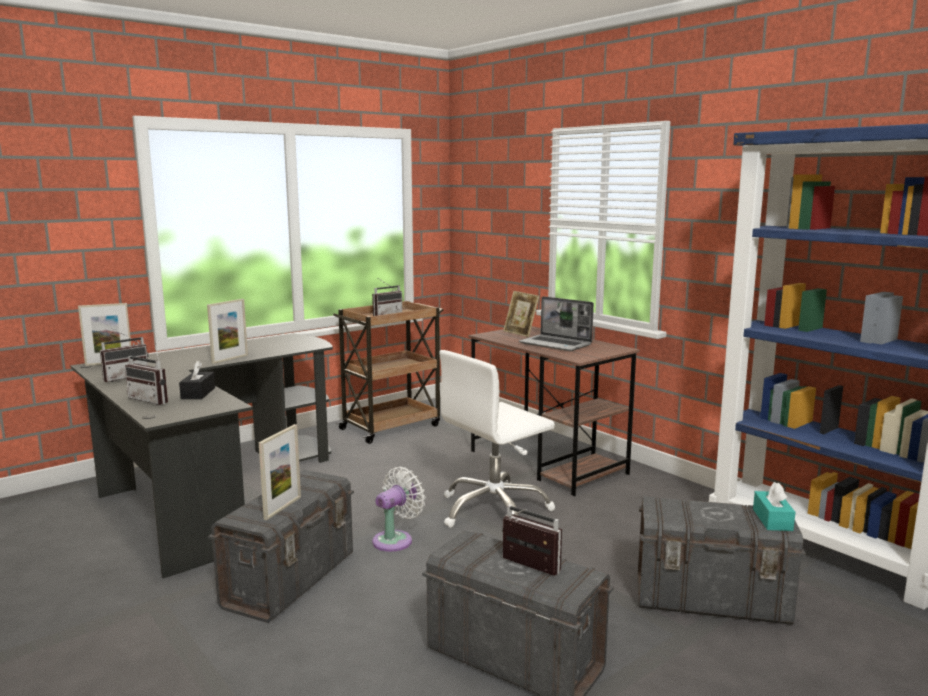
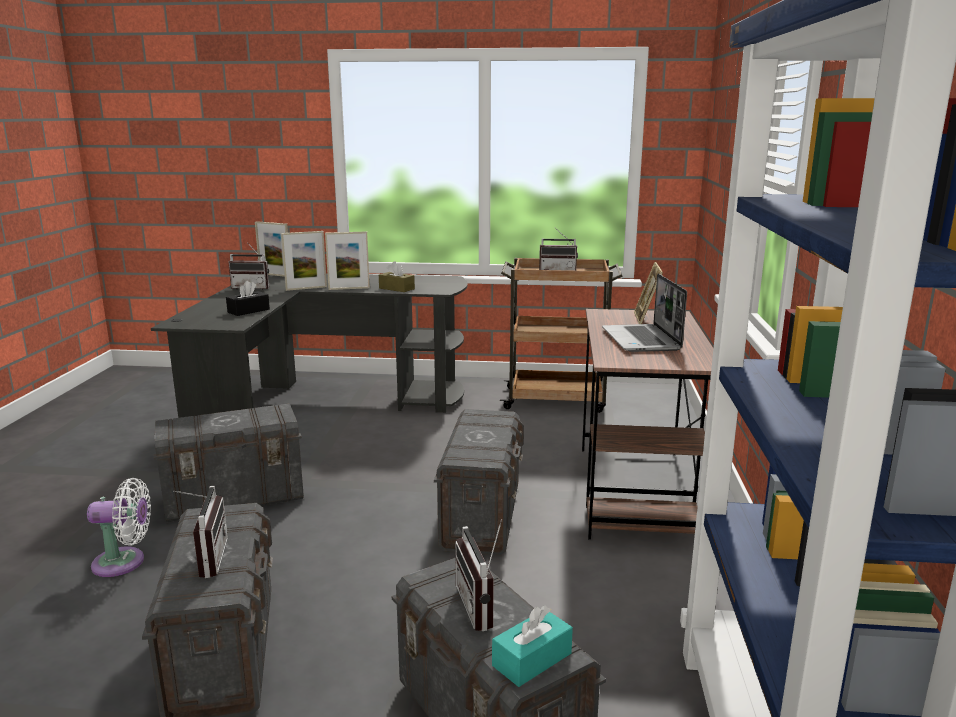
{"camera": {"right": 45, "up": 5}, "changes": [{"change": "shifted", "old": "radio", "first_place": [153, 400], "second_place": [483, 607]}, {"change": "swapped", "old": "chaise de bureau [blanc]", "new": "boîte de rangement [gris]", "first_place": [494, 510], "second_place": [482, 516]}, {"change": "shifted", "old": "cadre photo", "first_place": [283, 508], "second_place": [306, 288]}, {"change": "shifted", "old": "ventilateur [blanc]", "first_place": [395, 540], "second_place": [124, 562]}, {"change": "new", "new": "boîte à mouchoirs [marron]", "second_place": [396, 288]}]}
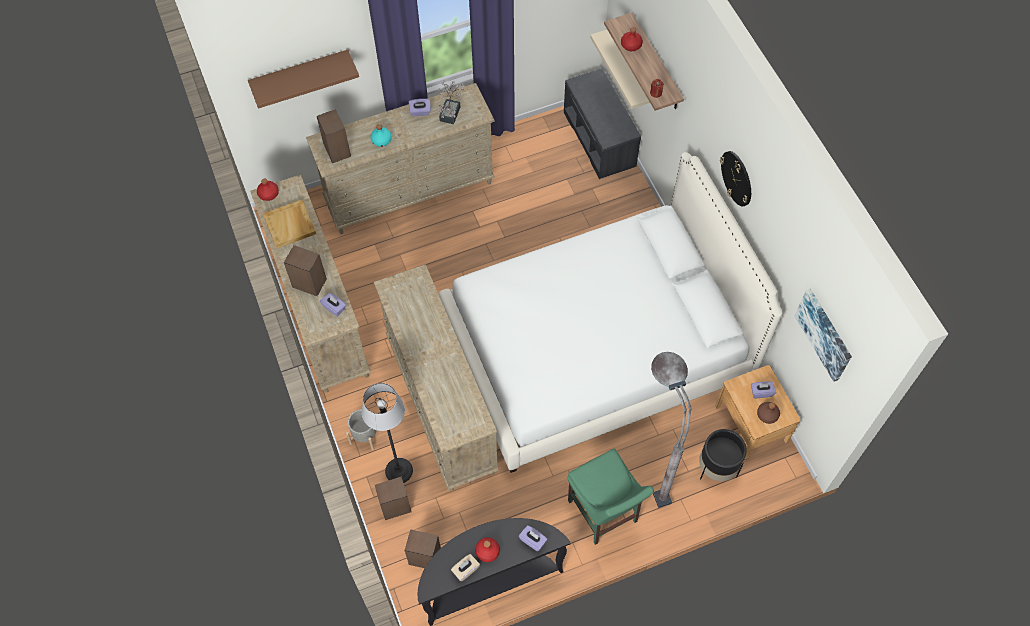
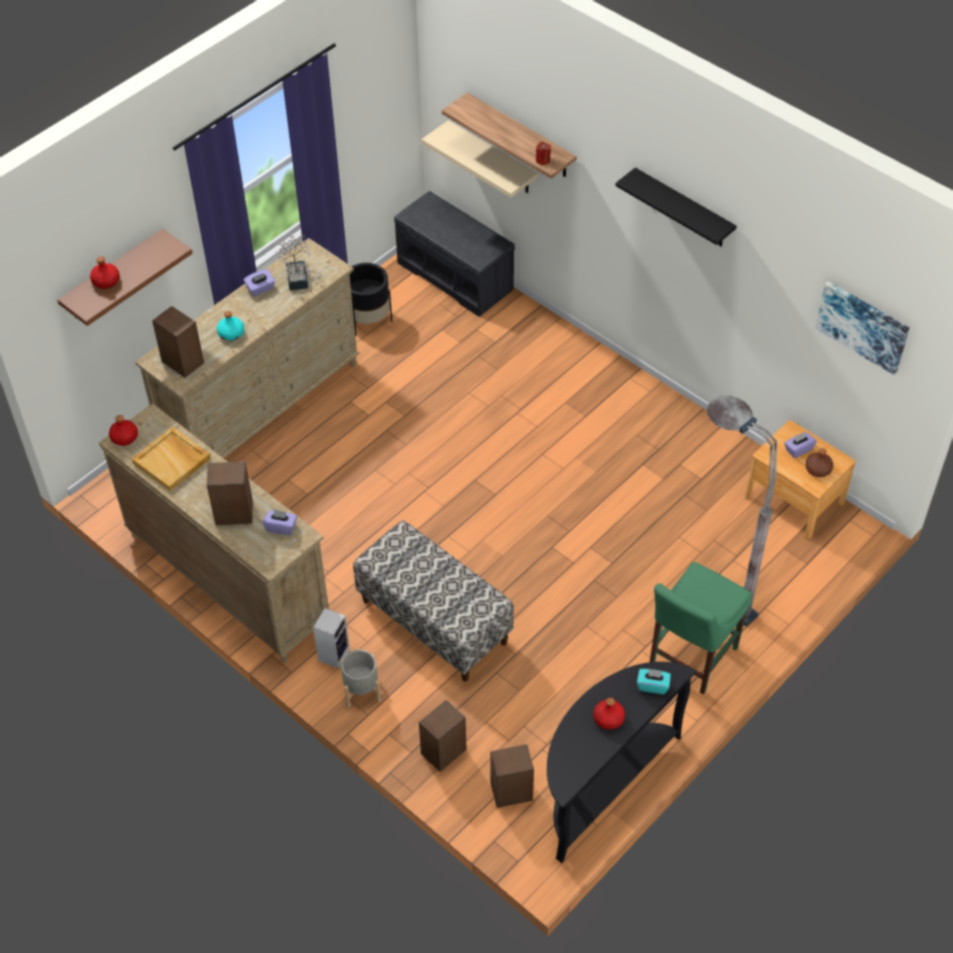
{"camera": {"right": -25, "up": -10}, "changes": [{"change": "shifted", "old": "bouteille [rouge]", "first_place": [631, 45], "second_place": [105, 281]}, {"change": "swapped", "old": "horloge murale", "new": "étagère [noir]", "first_place": [737, 178], "second_place": [683, 209]}, {"change": "gone", "old": "lit [blanc]", "first_place": [596, 349]}, {"change": "swapped", "old": "commode [beige]", "new": "banc", "first_place": [441, 406], "second_place": [435, 621]}, {"change": "gone", "old": "lampadaire", "first_place": [398, 470]}, {"change": "shifted", "old": "cache-pot [noir]", "first_place": [717, 468], "second_place": [368, 321]}, {"change": "rotated", "old": "chaise [vert]", "first_place": [604, 514], "second_place": [690, 658], "degrees": 90}, {"change": "repainted", "old": "boîte à mouchoirs [violet]", "new": "boîte à mouchoirs [turquoise]", "first_place": [533, 540], "second_place": [652, 686]}, {"change": "gone", "old": "boîte à mouchoirs [beige]", "first_place": [465, 570]}, {"change": "new", "new": "enceinte", "second_place": [334, 653]}]}
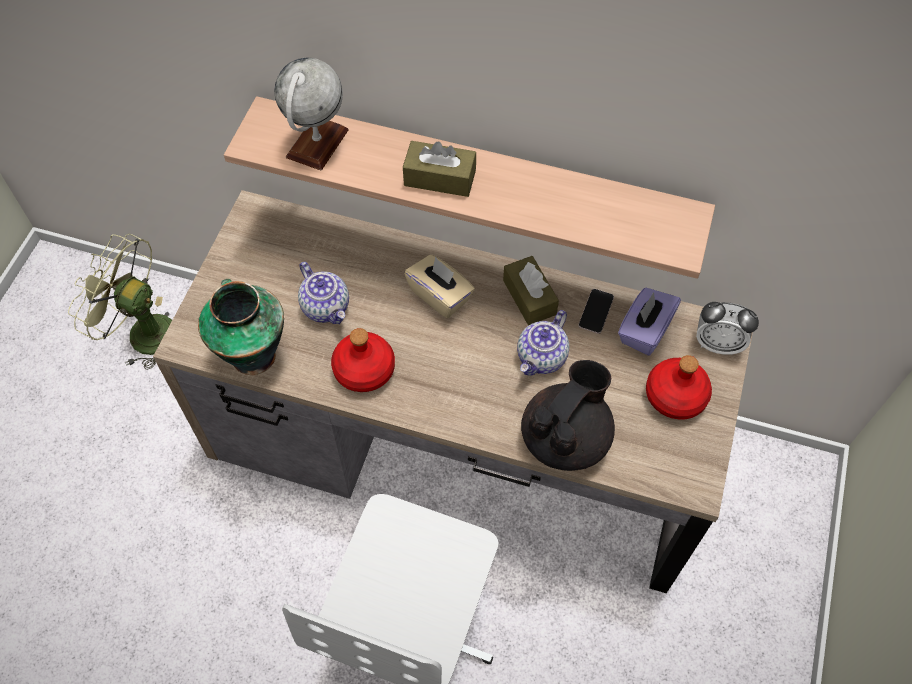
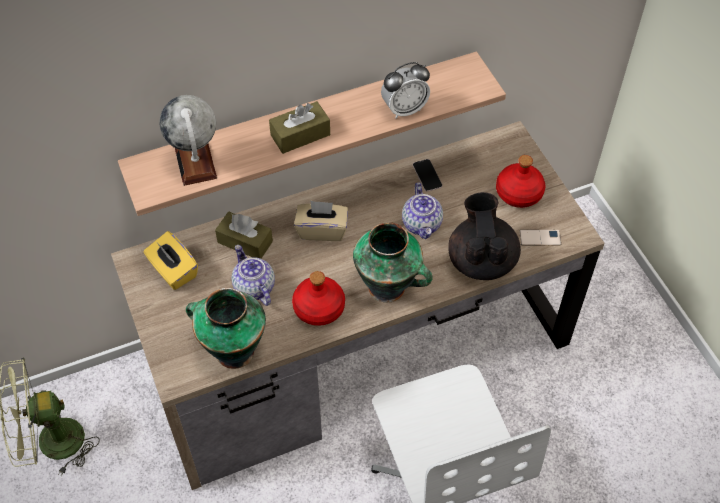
{"camera": {"right": -40, "up": -5}, "changes": [{"change": "shifted", "old": "boîte à mouchoirs [marron]", "first_place": [529, 297], "second_place": [245, 242]}, {"change": "rotated", "old": "théière", "first_place": [326, 307], "second_place": [253, 287], "degrees": -135}, {"change": "gone", "old": "boîte à mouchoirs [violet]", "first_place": [644, 331]}, {"change": "shifted", "old": "réveil", "first_place": [717, 343], "second_place": [404, 109]}, {"change": "new", "new": "vase", "second_place": [388, 288]}, {"change": "new", "new": "téléphone", "second_place": [540, 238]}, {"change": "new", "new": "boîte à mouchoirs [jaune]", "second_place": [173, 271]}]}
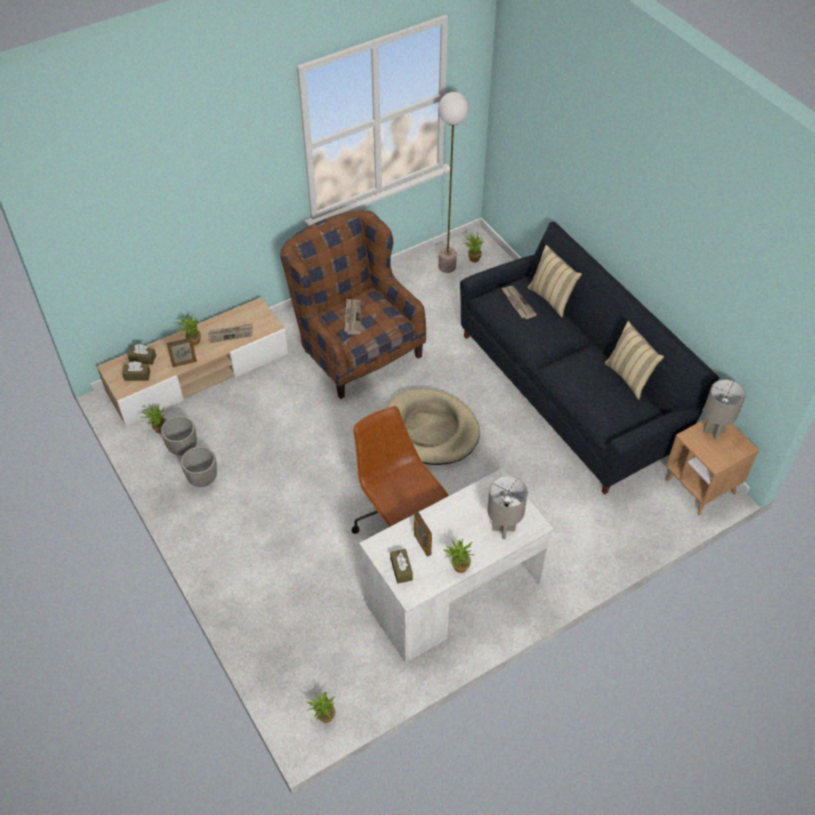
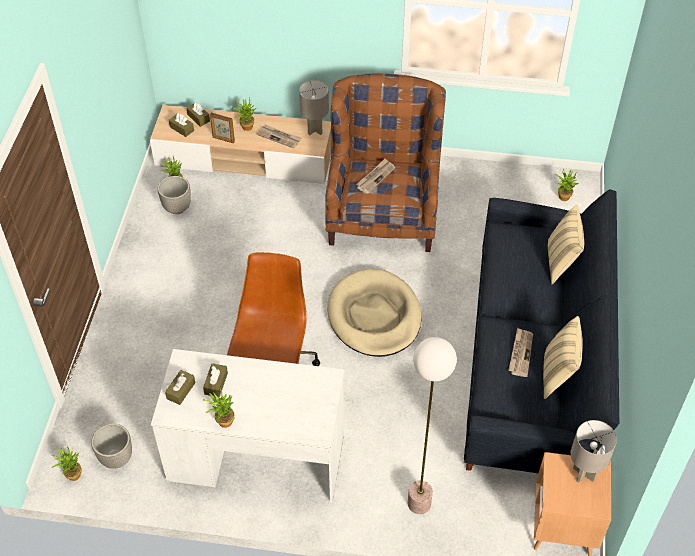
{"camera": {"right": 40, "up": 0}, "changes": [{"change": "shifted", "old": "lampadaire", "first_place": [447, 266], "second_place": [419, 503]}, {"change": "shifted", "old": "journal", "first_place": [517, 303], "second_place": [520, 353]}, {"change": "shifted", "old": "cache-pot", "first_place": [203, 479], "second_place": [117, 458]}, {"change": "shifted", "old": "lampe de table [gris]", "first_place": [503, 529], "second_place": [315, 130]}, {"change": "swapped", "old": "cadre photo", "new": "boîte à mouchoirs [marron]", "first_place": [422, 544], "second_place": [216, 383]}]}
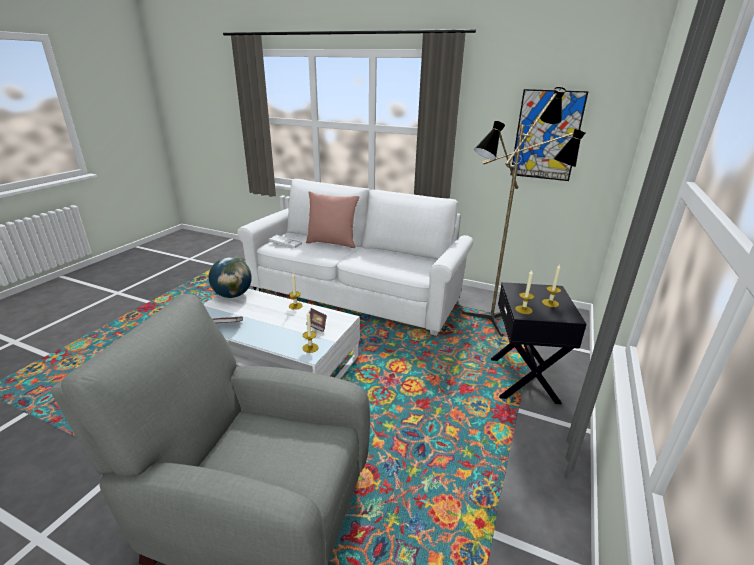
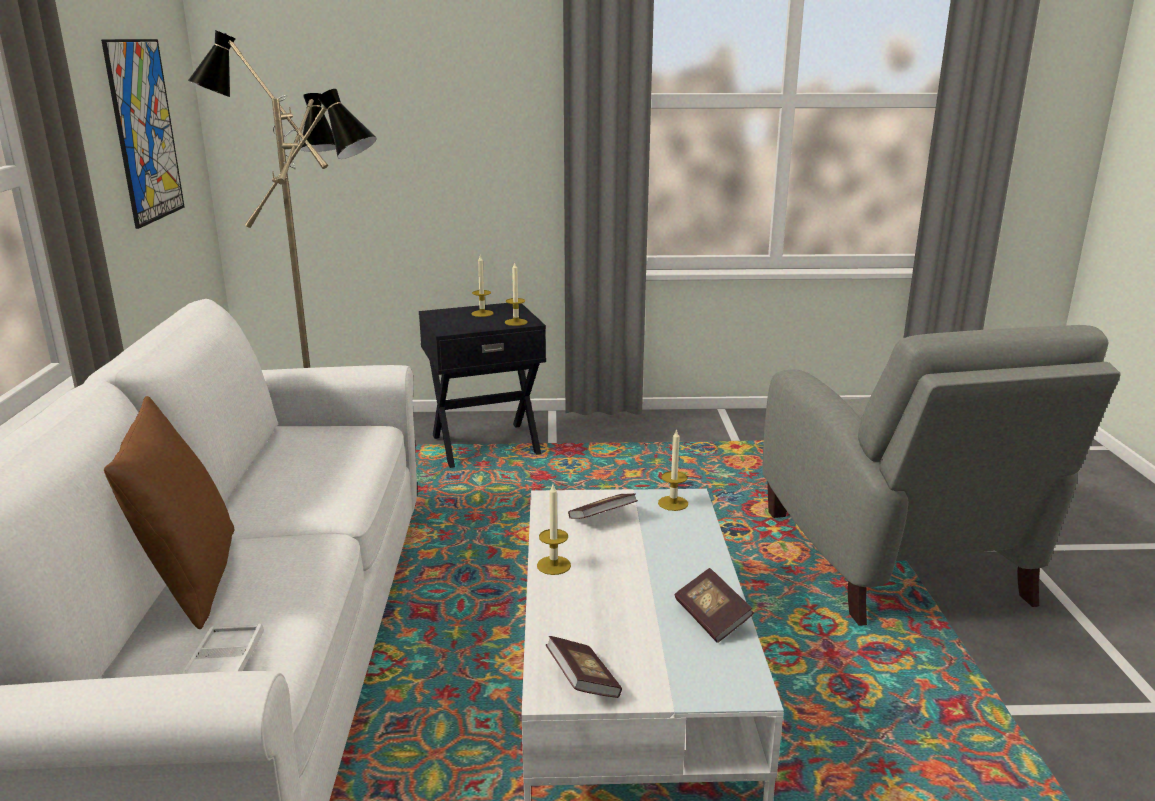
{"camera": {"right": -115, "up": -5}, "changes": [{"change": "repainted", "old": "coussin [rose]", "new": "coussin [marron]", "first_place": [332, 243], "second_place": [190, 580]}, {"change": "swapped", "old": "globe", "new": "livre", "first_place": [232, 295], "second_place": [582, 681]}]}
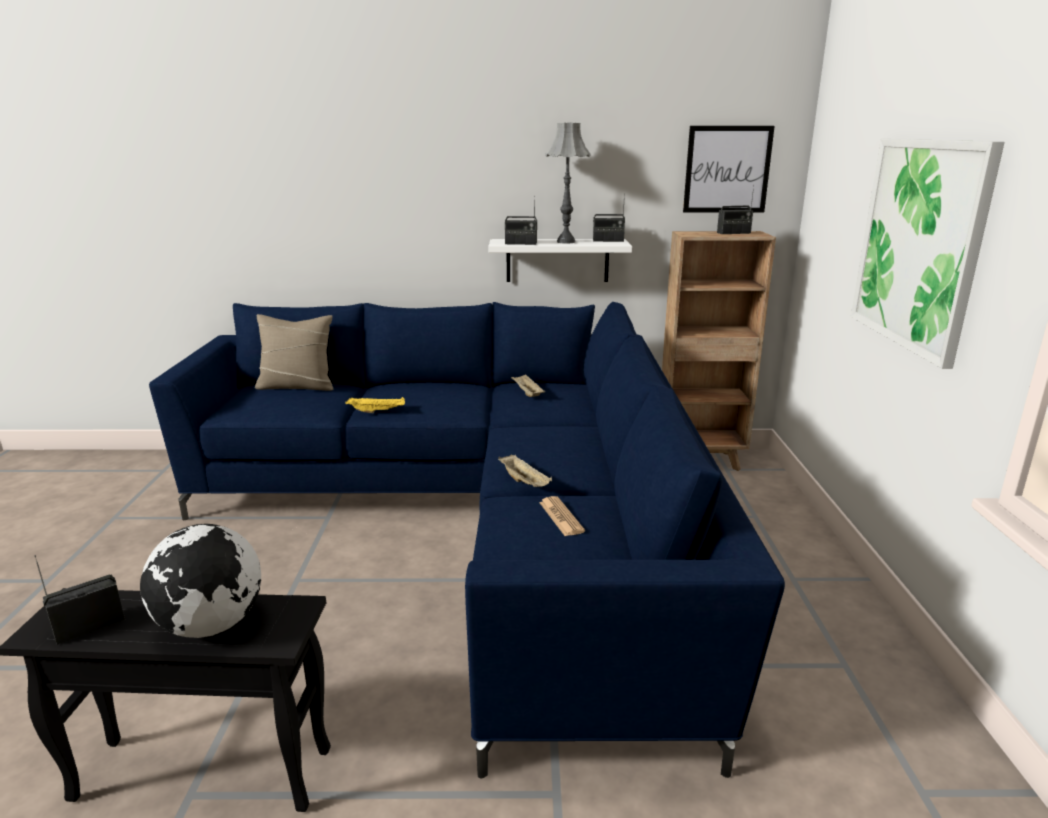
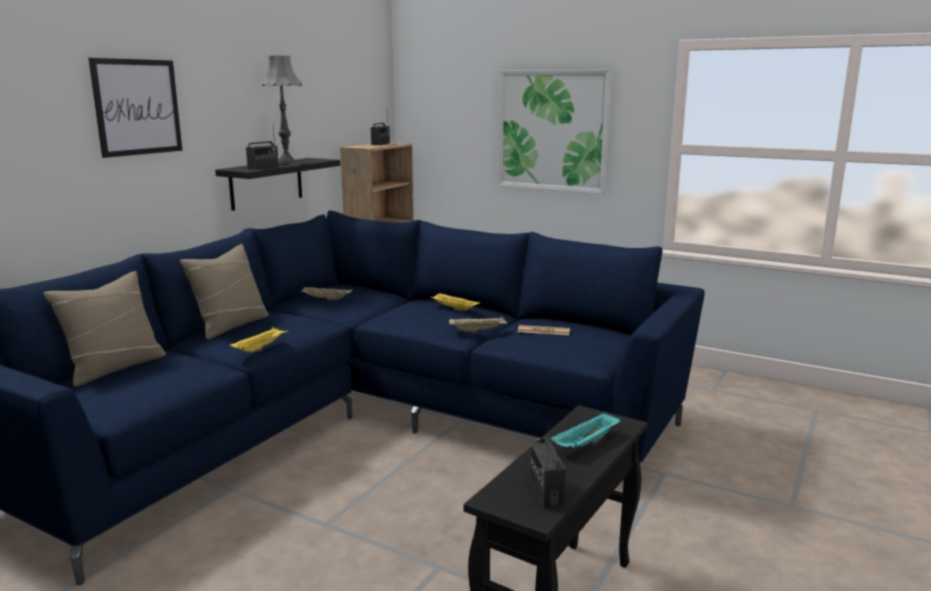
{"camera": {"right": -60, "up": -5}, "changes": [{"change": "shifted", "old": "tableau", "first_place": [727, 169], "second_place": [137, 107]}, {"change": "gone", "old": "radio", "first_place": [608, 240]}, {"change": "repainted", "old": "étagère [blanc]", "new": "étagère [noir]", "first_place": [557, 260], "second_place": [266, 183]}, {"change": "swapped", "old": "globe", "new": "plateau [turquoise]", "first_place": [211, 626], "second_place": [586, 444]}, {"change": "new", "new": "coussin [beige]", "second_place": [231, 325]}, {"change": "new", "new": "plateau [jaune]", "second_place": [453, 309]}]}
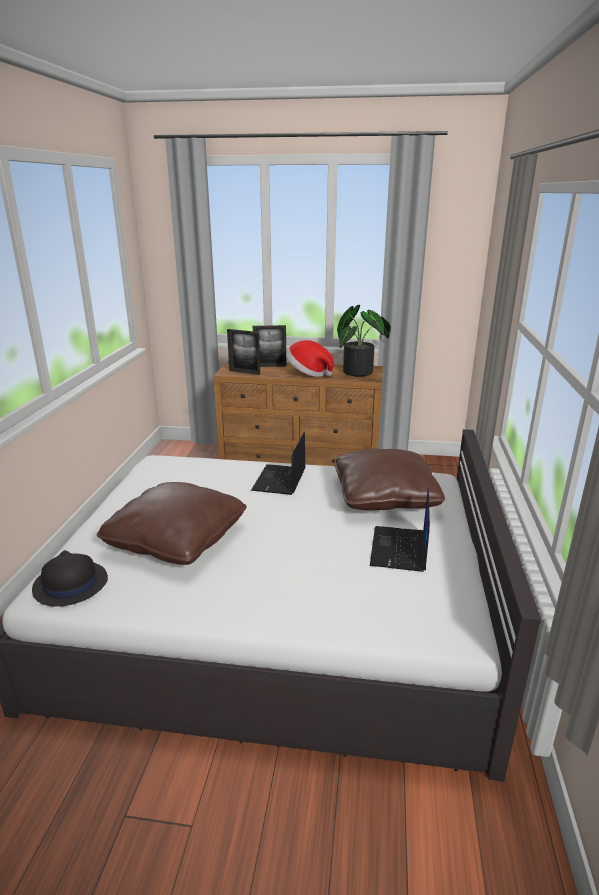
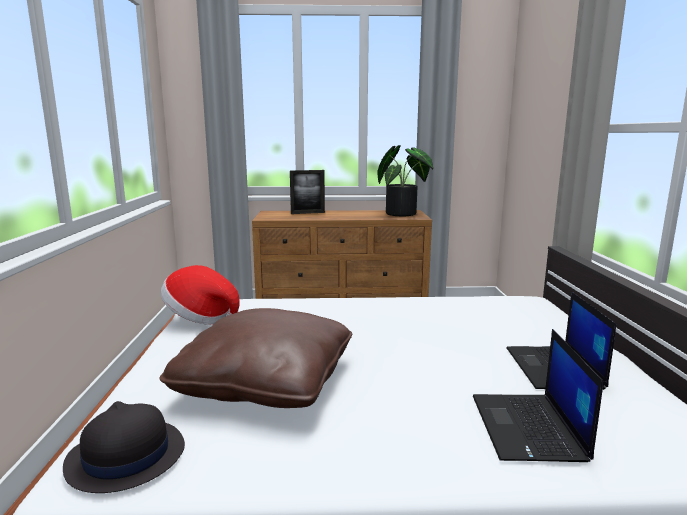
{"camera": {"right": -10, "up": -10}, "changes": [{"change": "gone", "old": "cadre photo", "first_place": [244, 372]}, {"change": "shifted", "old": "chapeau", "first_place": [308, 373], "second_place": [201, 317]}, {"change": "shifted", "old": "ordinateur portable", "first_place": [280, 480], "second_place": [528, 428]}, {"change": "gone", "old": "coussin [marron]", "first_place": [384, 496]}]}
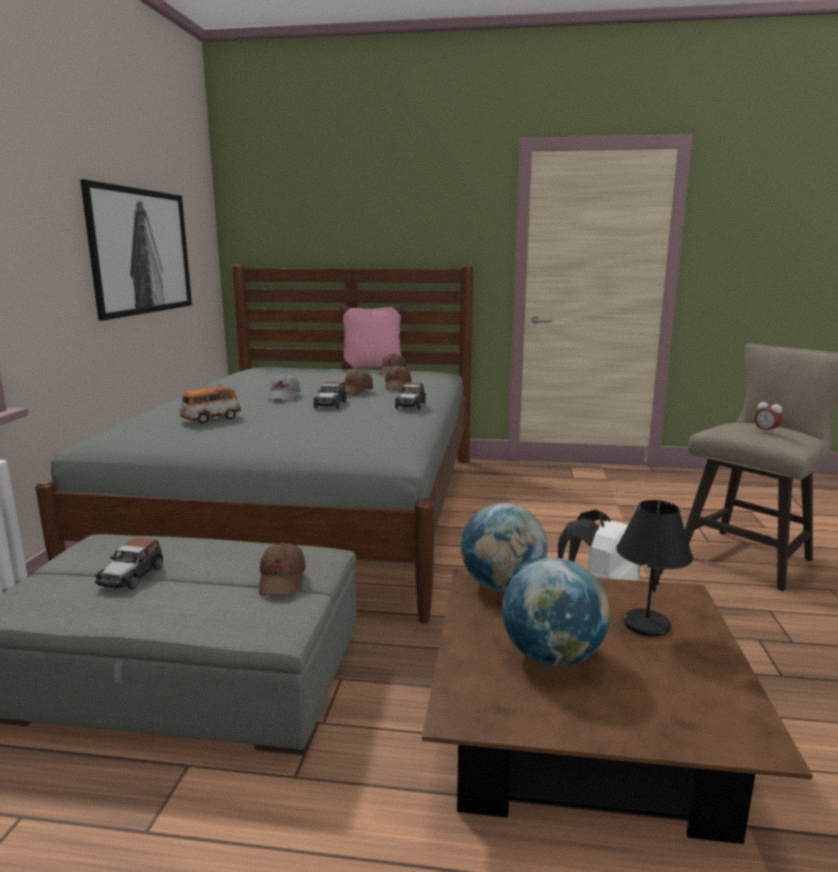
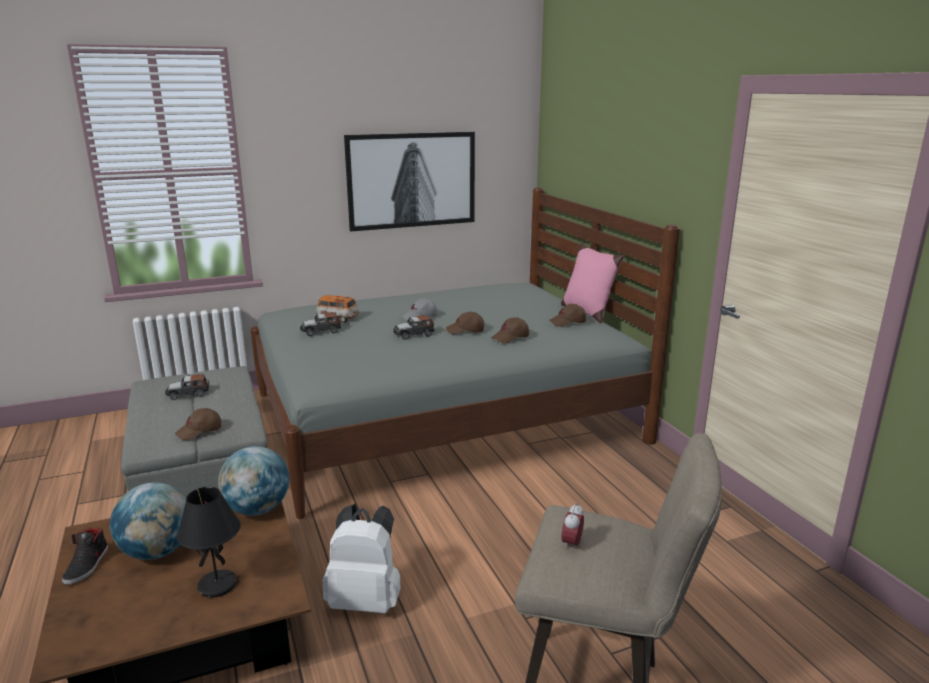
{"camera": {"right": 60, "up": 5}, "changes": [{"change": "shifted", "old": "petite voiture", "first_place": [410, 405], "second_place": [321, 331]}, {"change": "new", "new": "chaussure [noir]", "second_place": [87, 565]}]}
